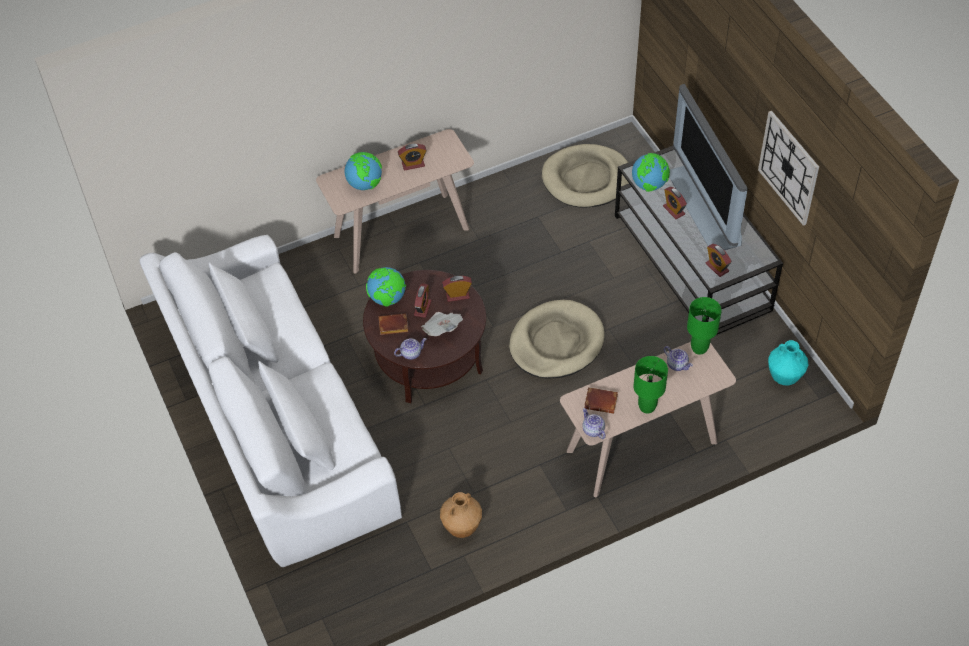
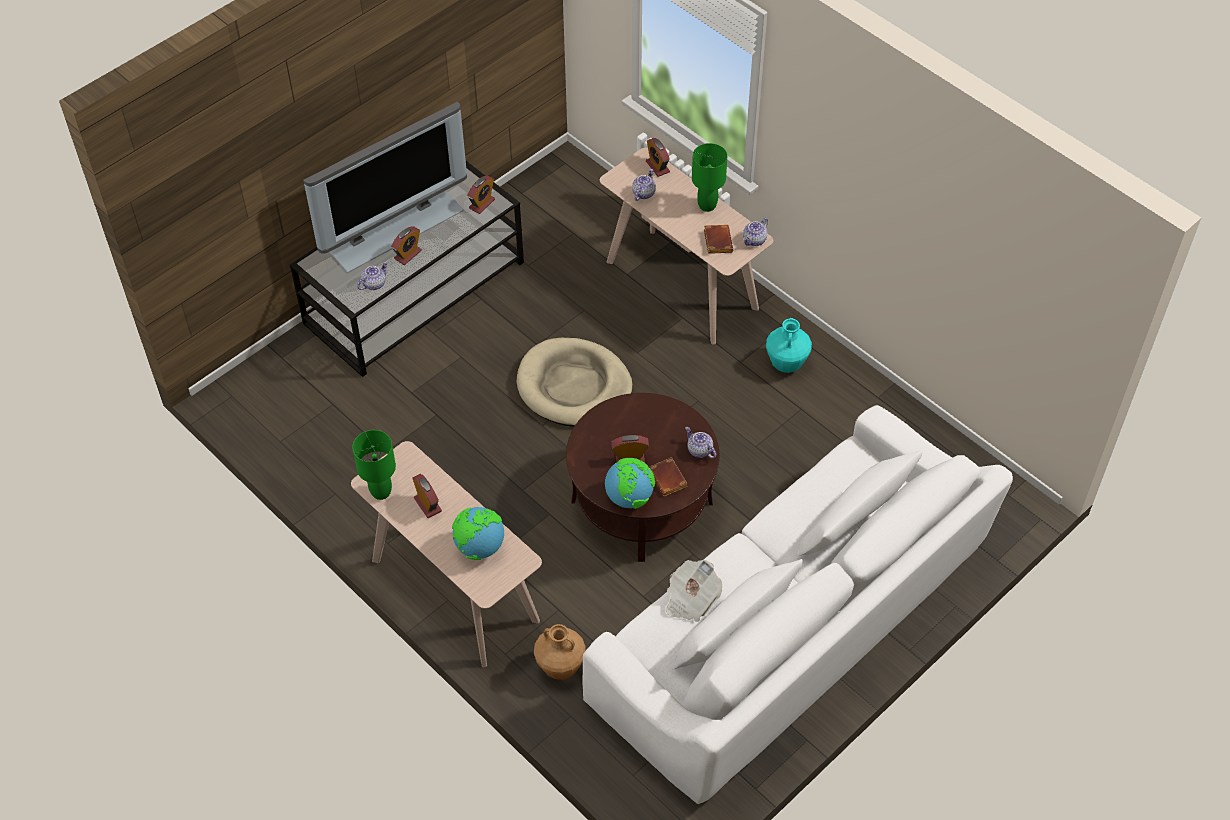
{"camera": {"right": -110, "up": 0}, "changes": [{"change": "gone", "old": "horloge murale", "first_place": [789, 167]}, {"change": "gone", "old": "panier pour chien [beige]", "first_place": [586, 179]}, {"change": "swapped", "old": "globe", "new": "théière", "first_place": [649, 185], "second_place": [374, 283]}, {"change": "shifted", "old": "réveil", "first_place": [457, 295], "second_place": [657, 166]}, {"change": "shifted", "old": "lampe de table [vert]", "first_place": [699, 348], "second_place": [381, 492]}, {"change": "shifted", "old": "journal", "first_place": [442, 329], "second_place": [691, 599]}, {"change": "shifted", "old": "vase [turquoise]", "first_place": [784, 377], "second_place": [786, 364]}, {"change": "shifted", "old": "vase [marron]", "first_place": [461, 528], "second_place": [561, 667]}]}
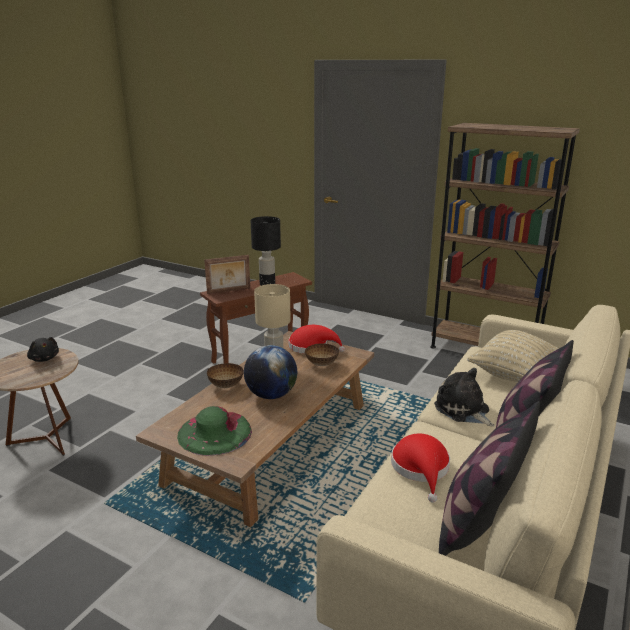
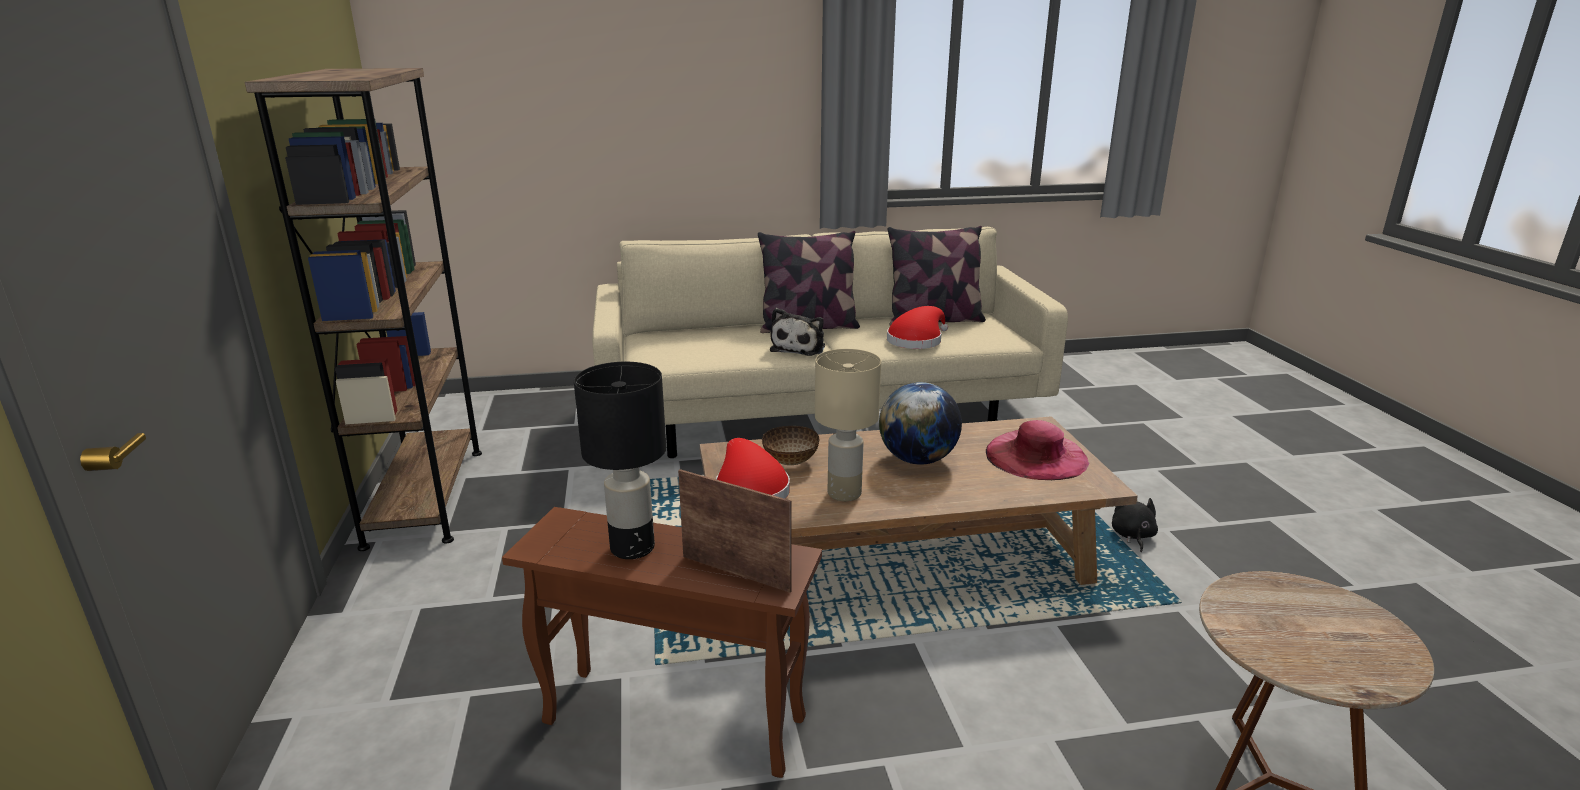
{"camera": {"right": -130, "up": 0}, "changes": [{"change": "gone", "old": "coussin [beige]", "first_place": [515, 375]}, {"change": "shifted", "old": "peluche [noir]", "first_place": [44, 358], "second_place": [1132, 536]}, {"change": "gone", "old": "bol", "first_place": [226, 385]}, {"change": "repainted", "old": "chapeau [vert]", "new": "chapeau [rose]", "first_place": [214, 432], "second_place": [1036, 455]}]}
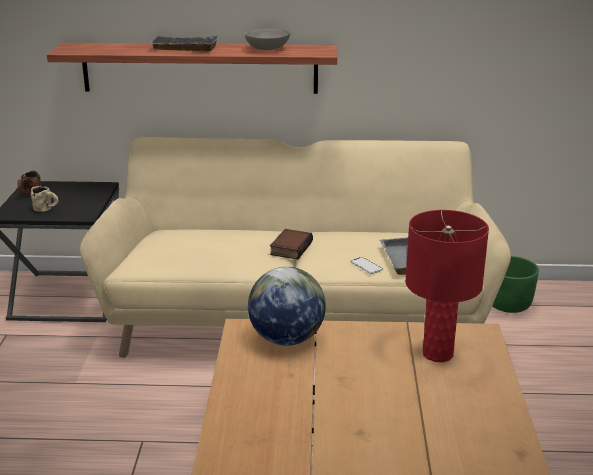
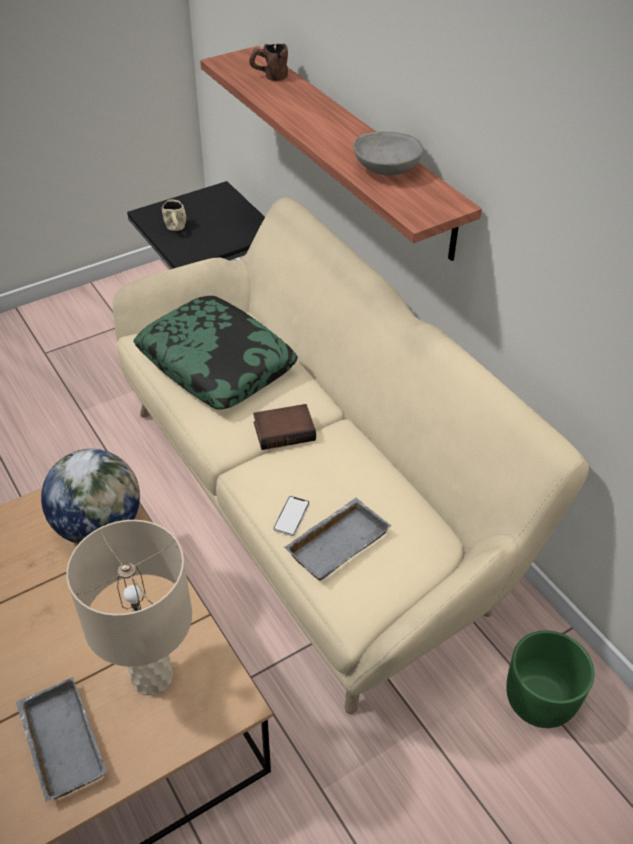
{"camera": {"right": 55, "up": 20}, "changes": [{"change": "shifted", "old": "plateau [gris]", "first_place": [183, 48], "second_place": [59, 743]}, {"change": "shifted", "old": "mug [marron]", "first_place": [29, 195], "second_place": [269, 76]}, {"change": "repainted", "old": "lampe de table [rouge]", "new": "lampe de table [beige]", "first_place": [438, 354], "second_place": [152, 677]}, {"change": "new", "new": "coussin", "second_place": [217, 363]}]}
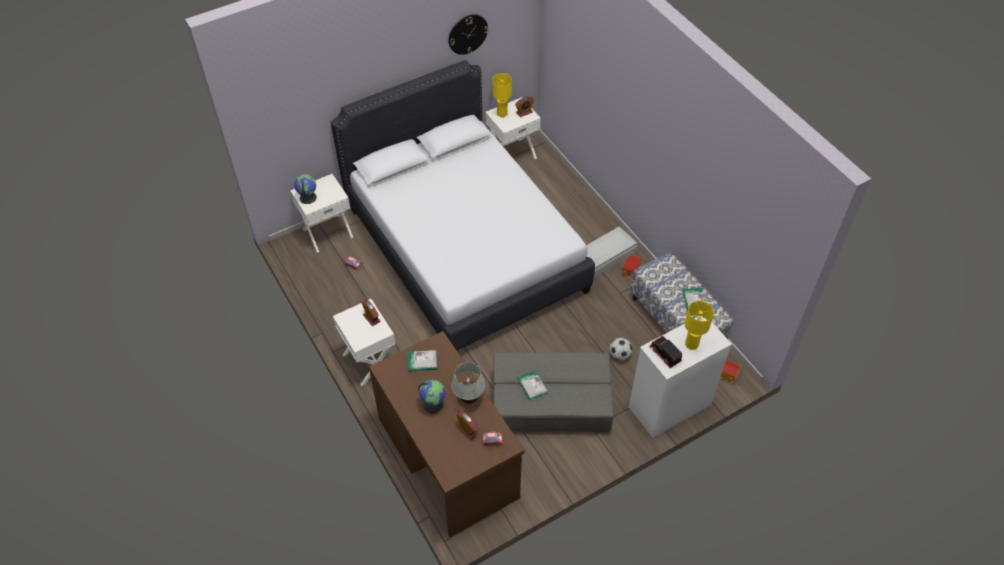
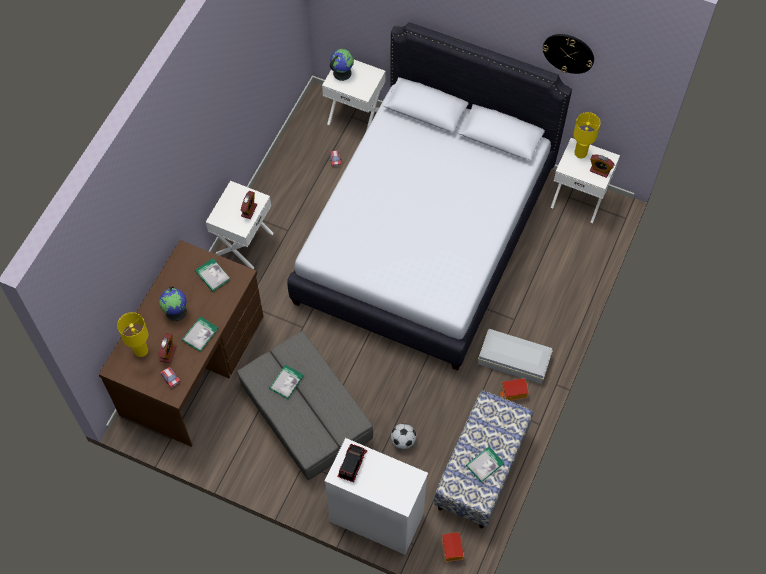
{"camera": {"right": 55, "up": 10}, "changes": [{"change": "shifted", "old": "lampe de table [jaune]", "first_place": [691, 344], "second_place": [141, 350]}, {"change": "swapped", "old": "lampe de table [blanc]", "new": "livre", "first_place": [469, 398], "second_place": [200, 334]}]}
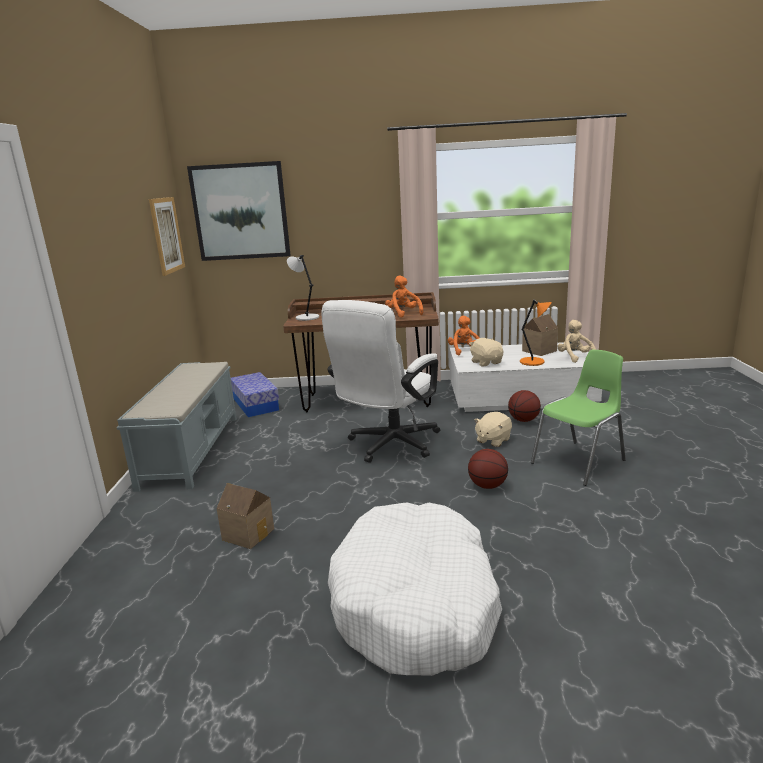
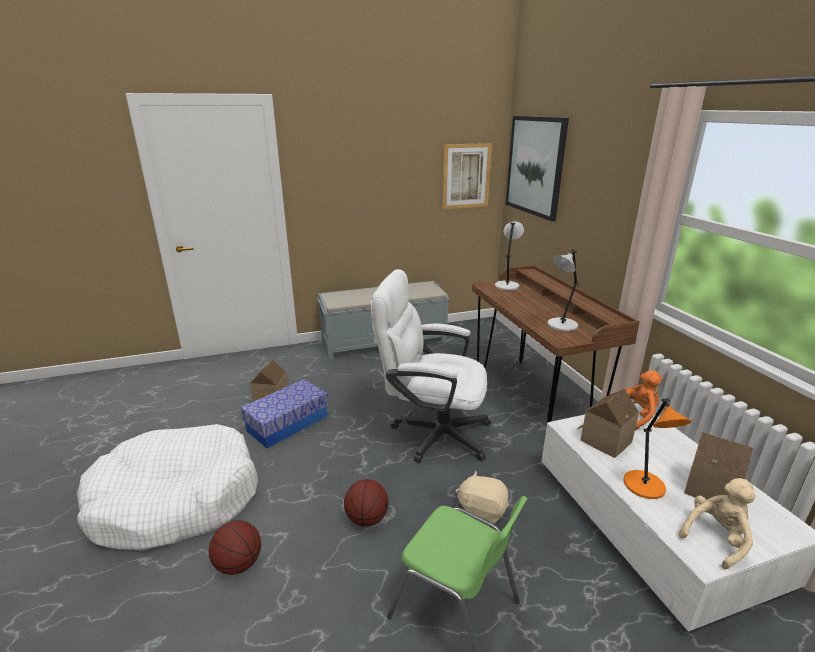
{"camera": {"right": 70, "up": 5}, "changes": [{"change": "swapped", "old": "peluche [orange]", "new": "lampe de table [gris]", "first_place": [403, 314], "second_place": [561, 325]}, {"change": "swapped", "old": "peluche [beige]", "new": "maison miniature", "first_place": [486, 362], "second_place": [603, 440]}, {"change": "shifted", "old": "boîte de rangement", "first_place": [255, 404], "second_place": [287, 423]}, {"change": "shifted", "old": "ballon de basket", "first_place": [523, 420], "second_place": [239, 564]}]}
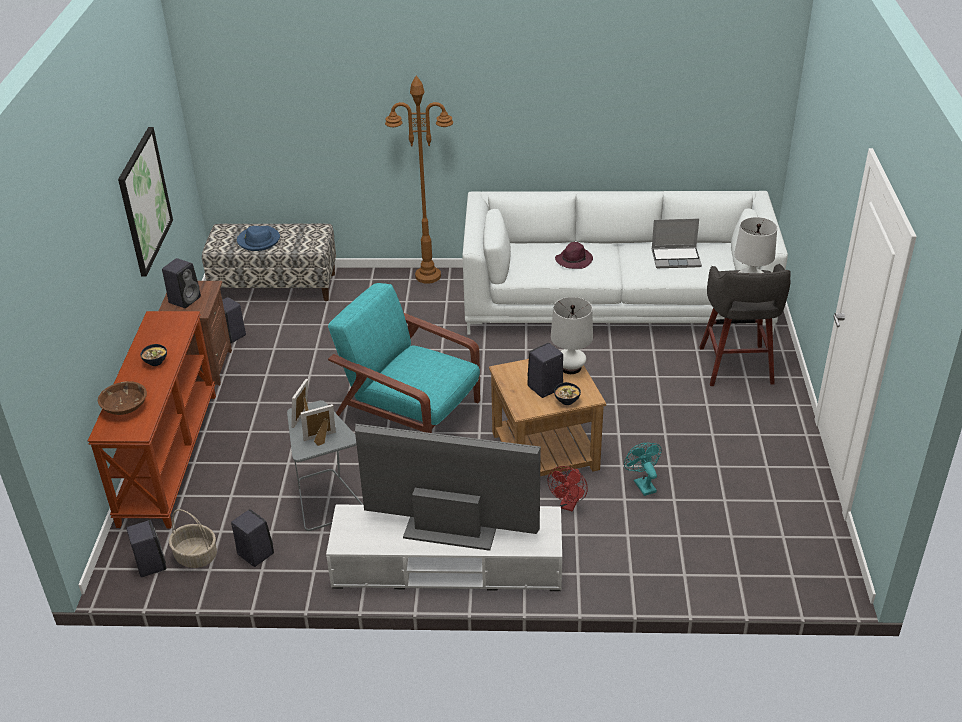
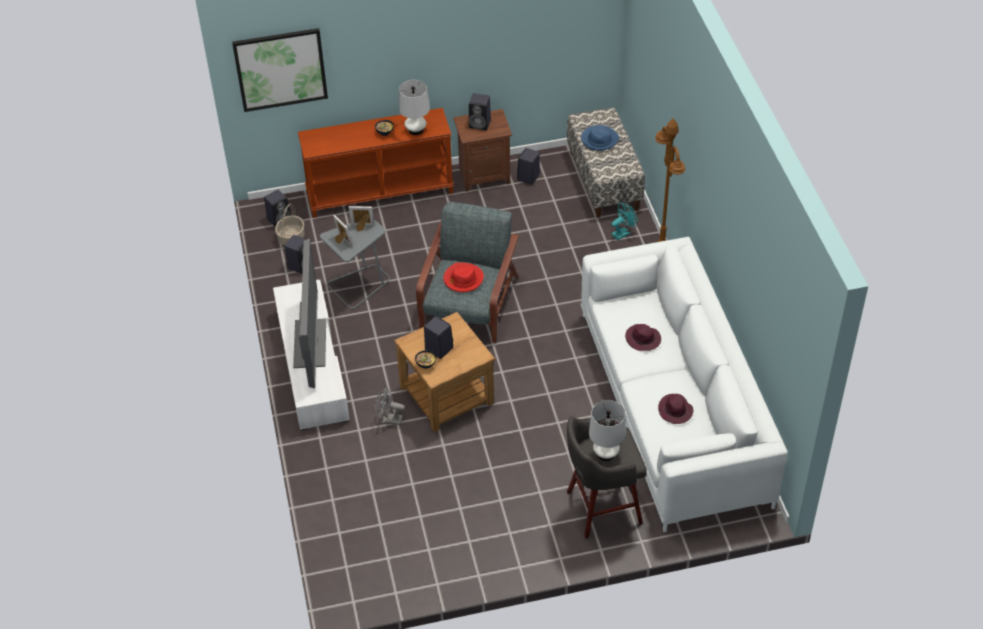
{"camera": {"right": 75, "up": 10}, "changes": [{"change": "shifted", "old": "tableau", "first_place": [144, 201], "second_place": [280, 69]}, {"change": "swapped", "old": "ordinateur portable", "new": "chapeau [violet]", "first_place": [676, 258], "second_place": [675, 411]}, {"change": "repainted", "old": "fauteuil [turquoise]", "new": "fauteuil [gris]", "first_place": [409, 411], "second_place": [469, 304]}, {"change": "shifted", "old": "lampe de table [blanc]", "first_place": [570, 367], "second_place": [415, 130]}, {"change": "gone", "old": "bol [marron]", "first_place": [125, 407]}, {"change": "shifted", "old": "ventilateur [turquoise]", "first_place": [642, 484], "second_place": [623, 233]}, {"change": "repainted", "old": "ventilateur [rouge]", "new": "ventilateur [gris]", "first_place": [568, 505], "second_place": [389, 420]}, {"change": "new", "new": "chapeau [rouge]", "second_place": [463, 279]}]}
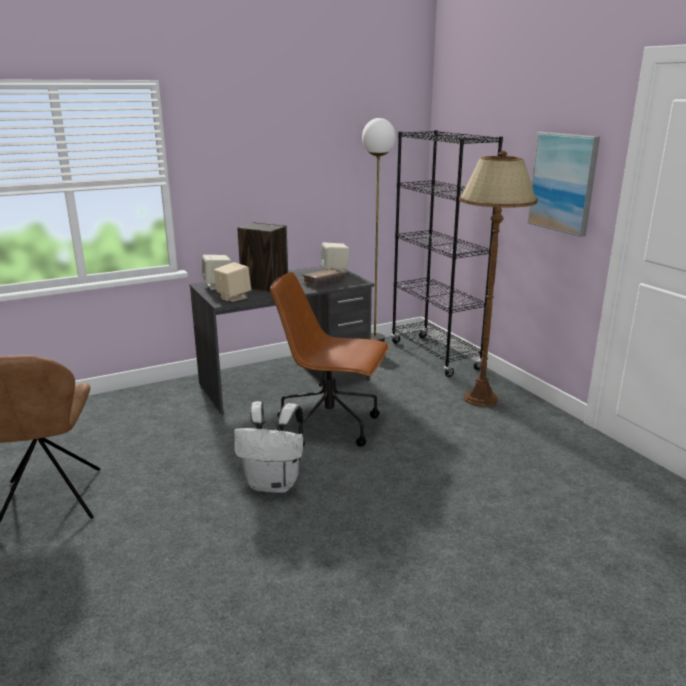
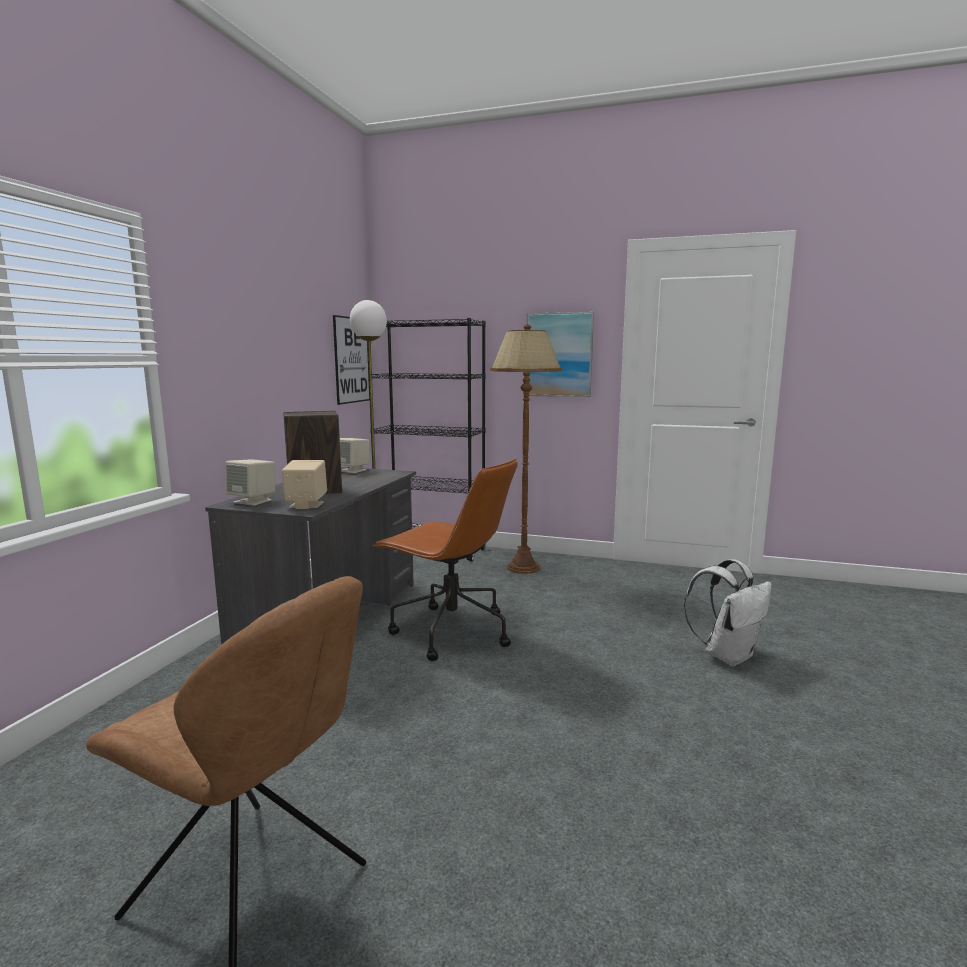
{"camera": {"right": -45, "up": -10}, "changes": [{"change": "gone", "old": "livre [marron]", "first_place": [323, 282]}, {"change": "rotated", "old": "chaise de bureau [marron]", "first_place": [331, 425], "second_place": [450, 631], "degrees": -120}, {"change": "shifted", "old": "sac à dos [blanc]", "first_place": [274, 484], "second_place": [727, 655]}, {"change": "new", "new": "tableau", "second_place": [351, 360]}]}
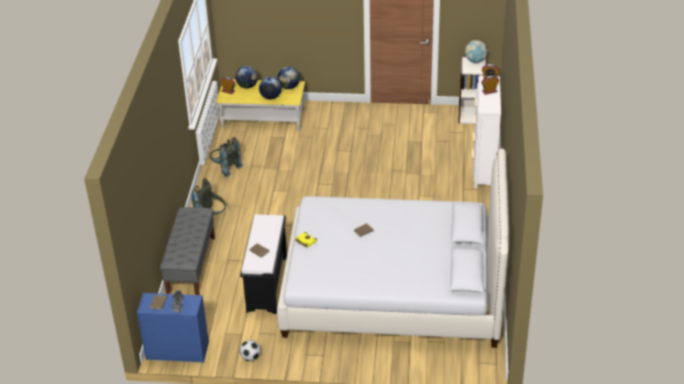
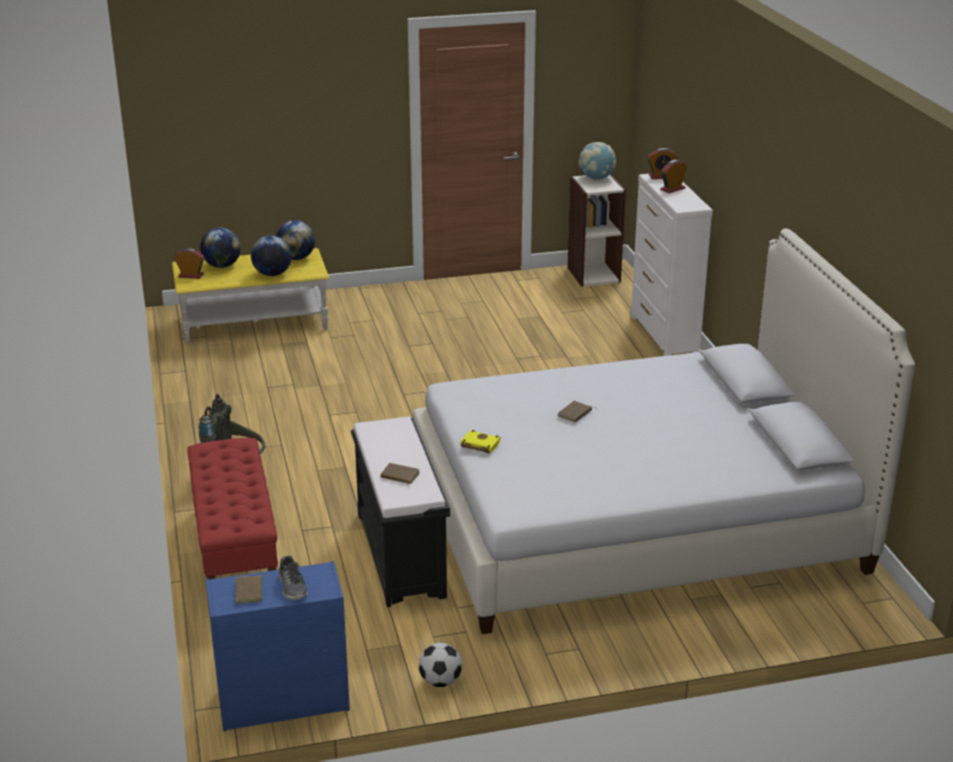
{"camera": {"right": -20, "up": -10}, "changes": [{"change": "gone", "old": "sac à dos [gris]", "first_place": [225, 168]}, {"change": "repainted", "old": "banc [gris]", "new": "banc [rouge]", "first_place": [191, 265], "second_place": [235, 552]}]}
